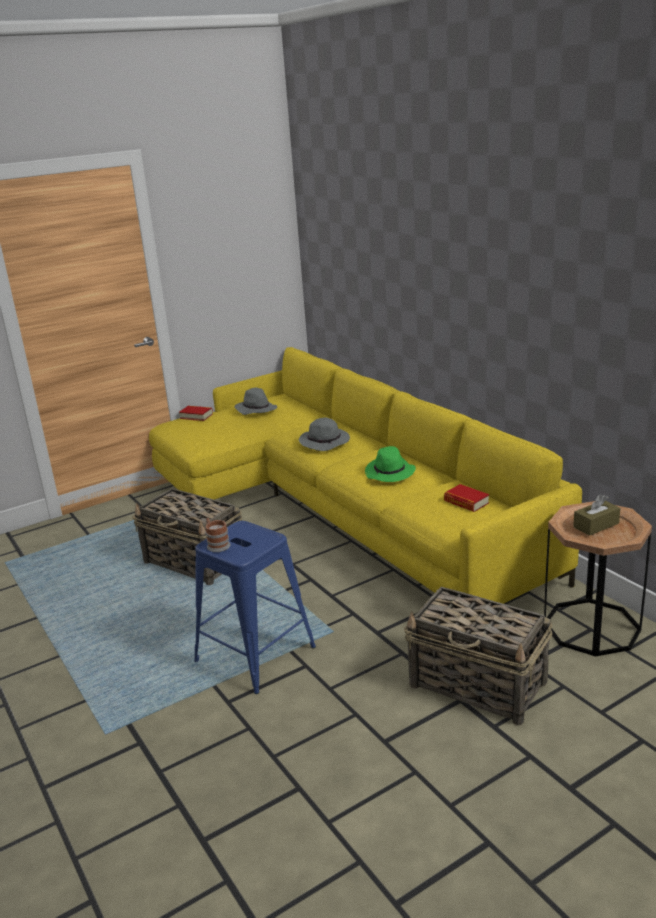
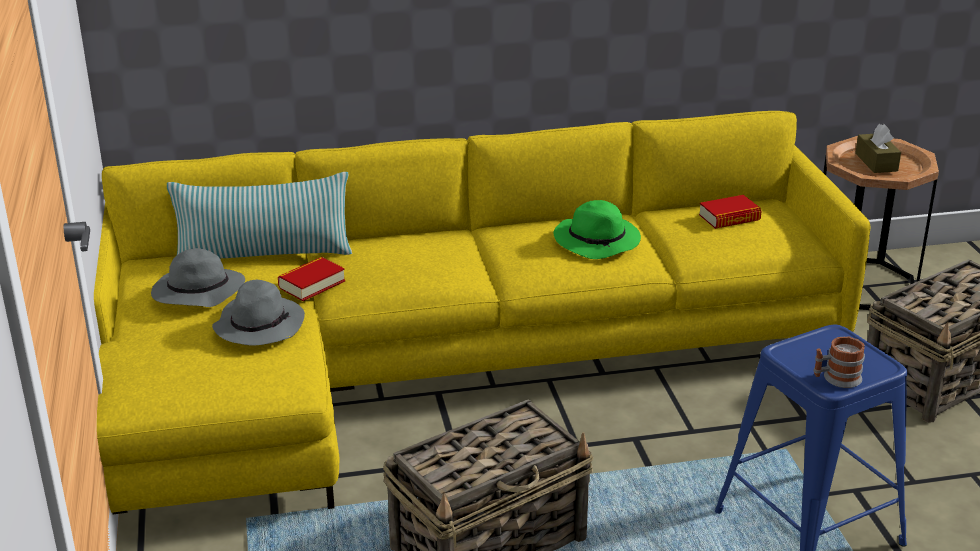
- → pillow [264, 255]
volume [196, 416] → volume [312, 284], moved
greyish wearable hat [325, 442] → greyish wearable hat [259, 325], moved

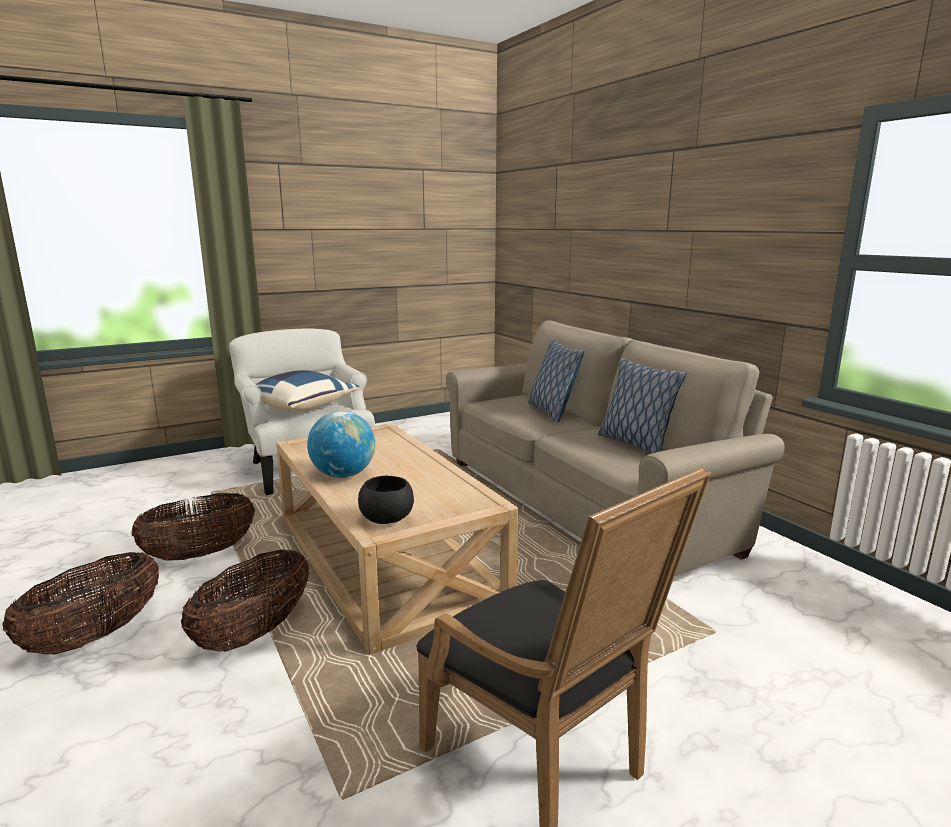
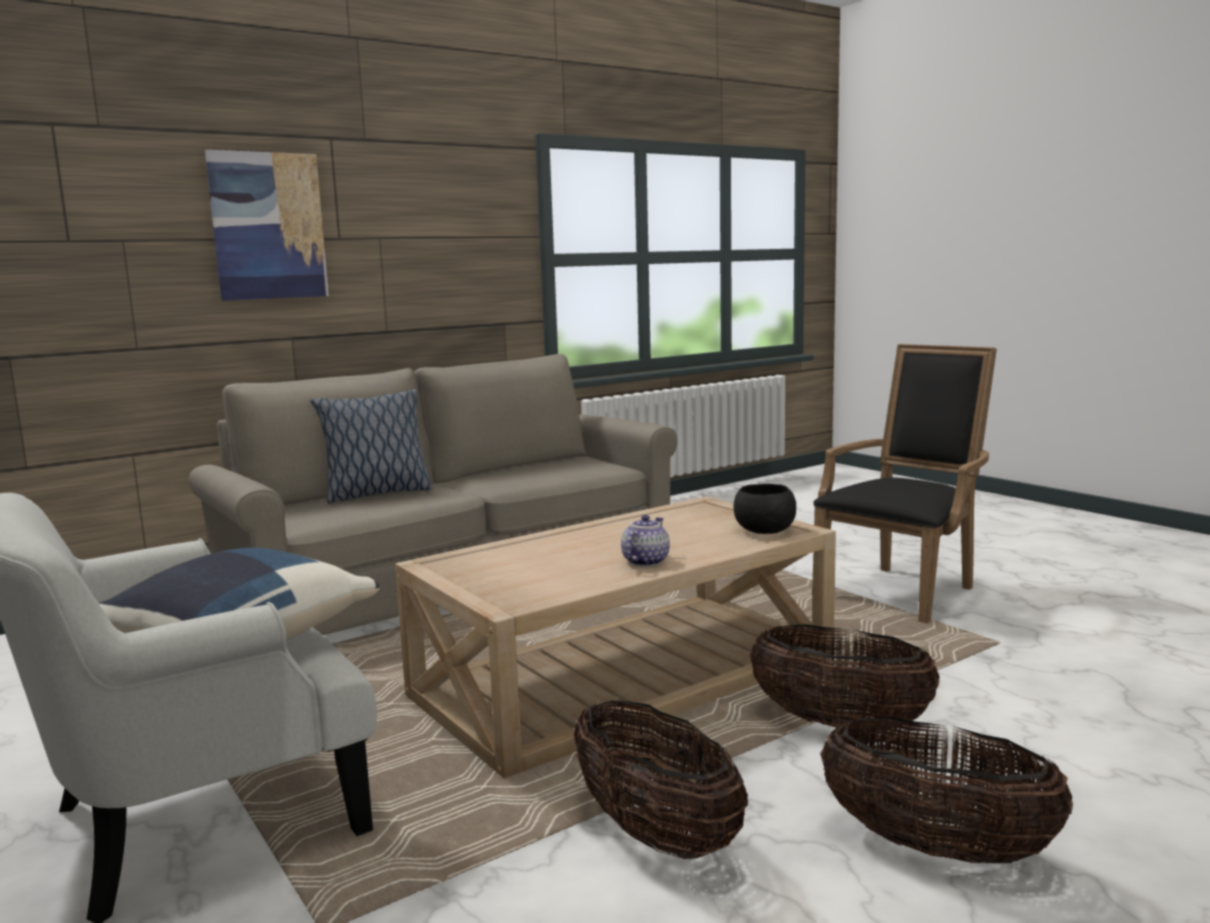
pillow [635, 443] → -
- → picture [268, 226]
globe [343, 475] → teapot [644, 561]

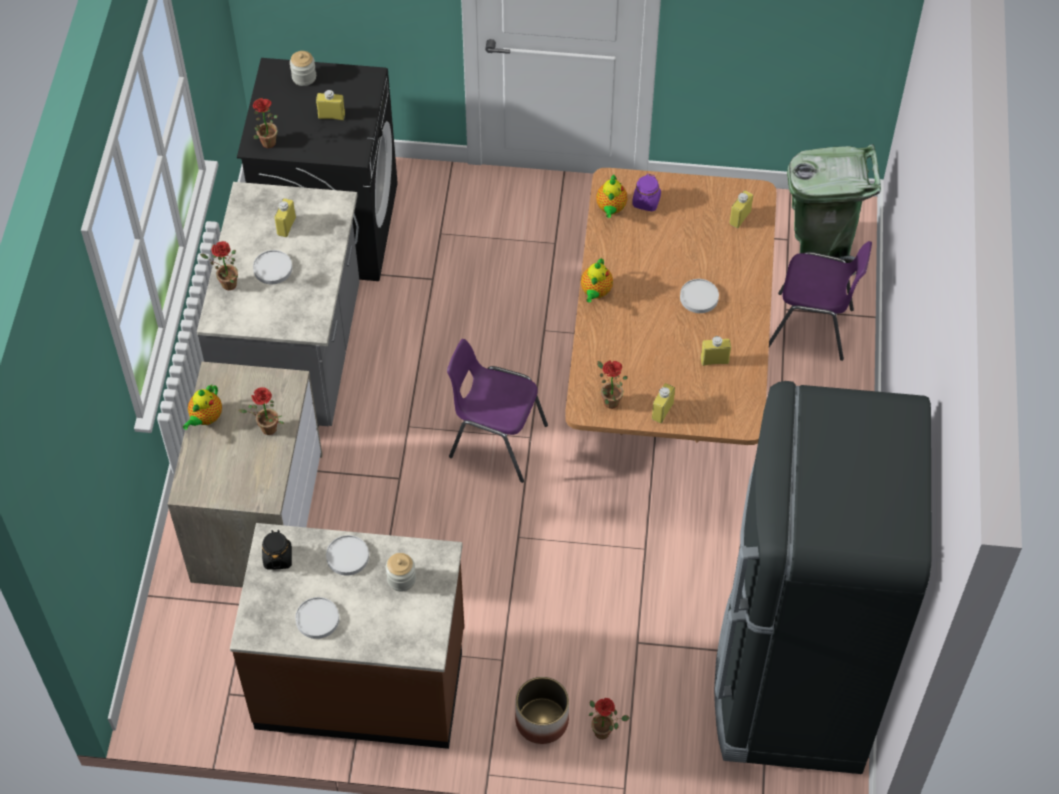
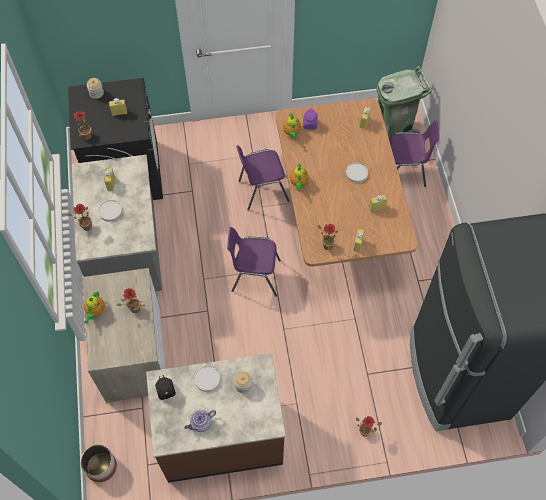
- → purple chair [262, 191]
plant pot [541, 720] → plant pot [101, 466], moved
white dinner plate [317, 619] → teapot [201, 424]

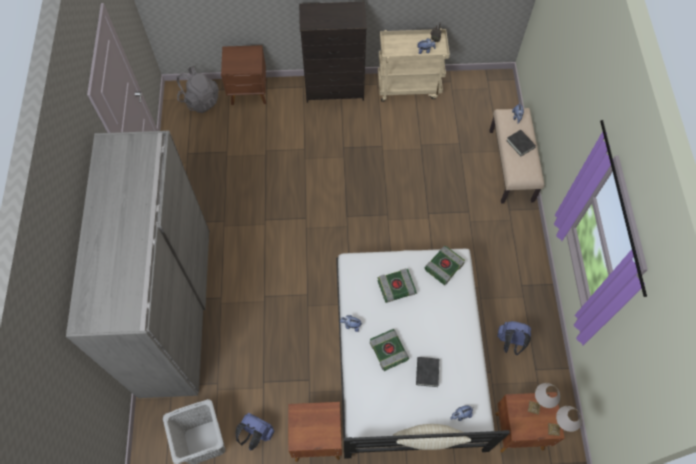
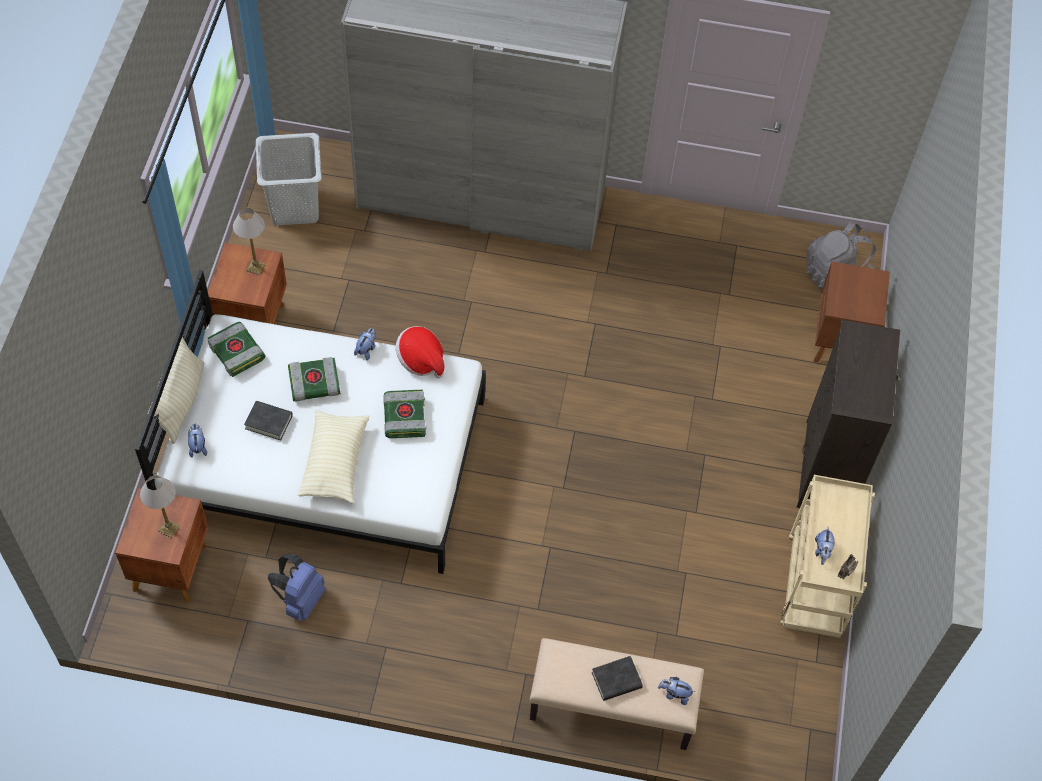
bluish backpack [256, 434] → -
- → beige-coloured pillow [334, 462]
- → wearable hat [421, 360]
volume [444, 266] → volume [238, 352], moved
tabletop lamp [554, 429] → tabletop lamp [256, 267], moved

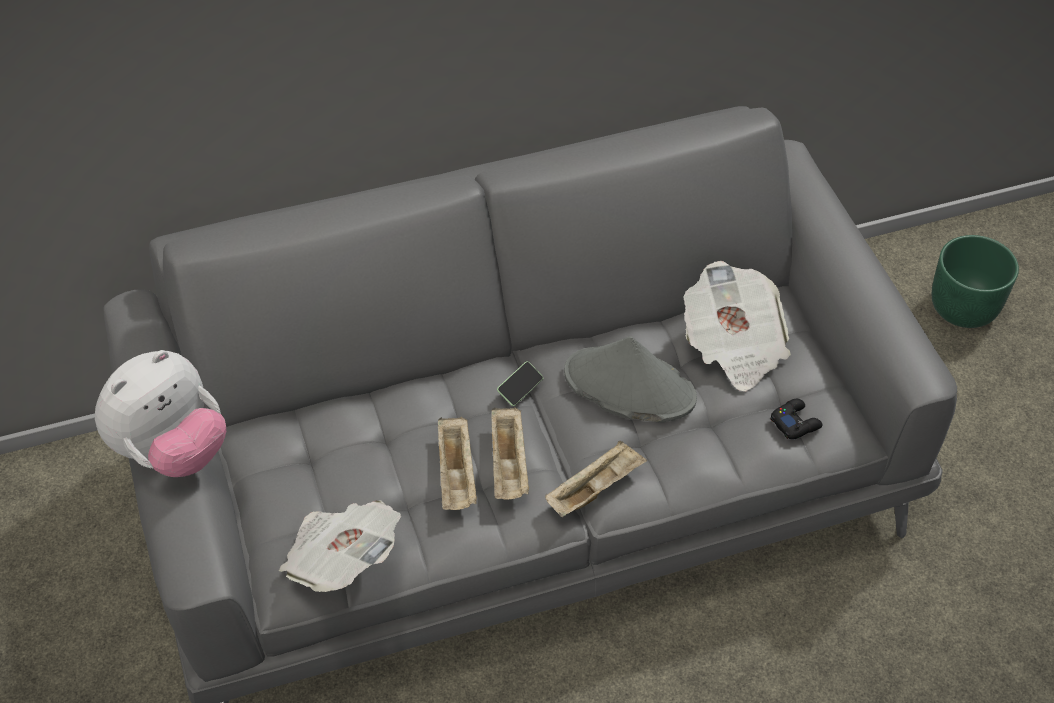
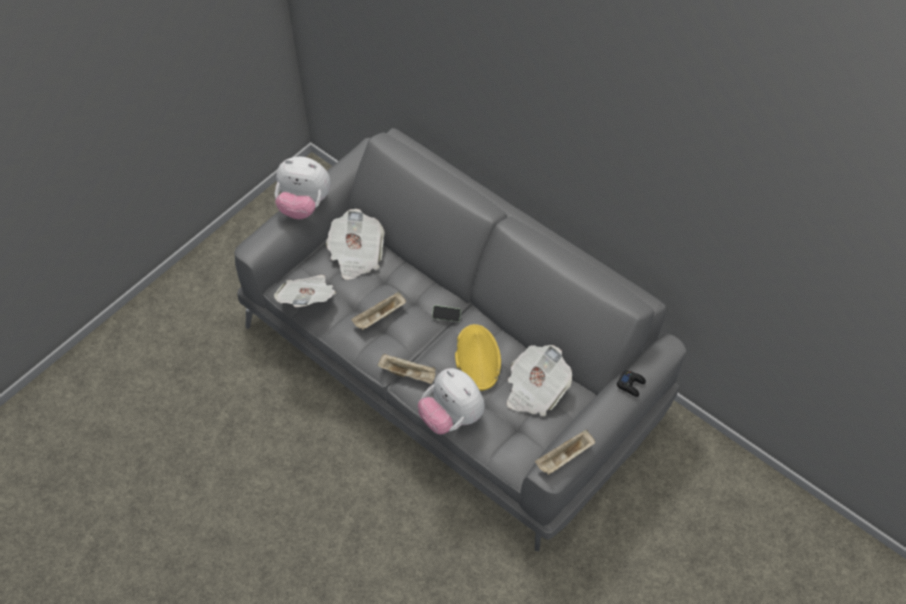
green-coloured plant pot [963, 307] → -
- → daily paper [356, 255]
- → soft toy [452, 417]
beige-coloured carrying tray [509, 465] → beige-coloured carrying tray [564, 458], moved
blackish gamepad [795, 422] → blackish gamepad [631, 384], moved
greyish wearable hat [628, 386] → yellow wearable hat [477, 358]

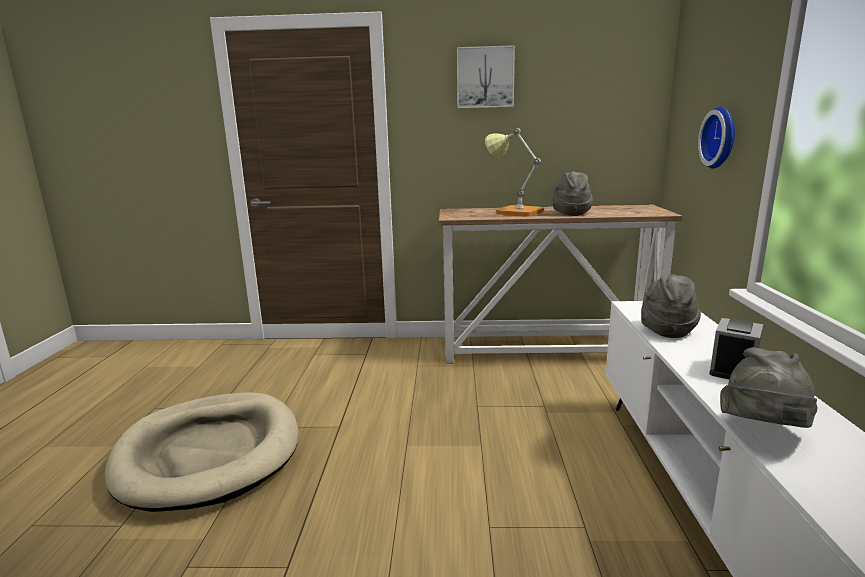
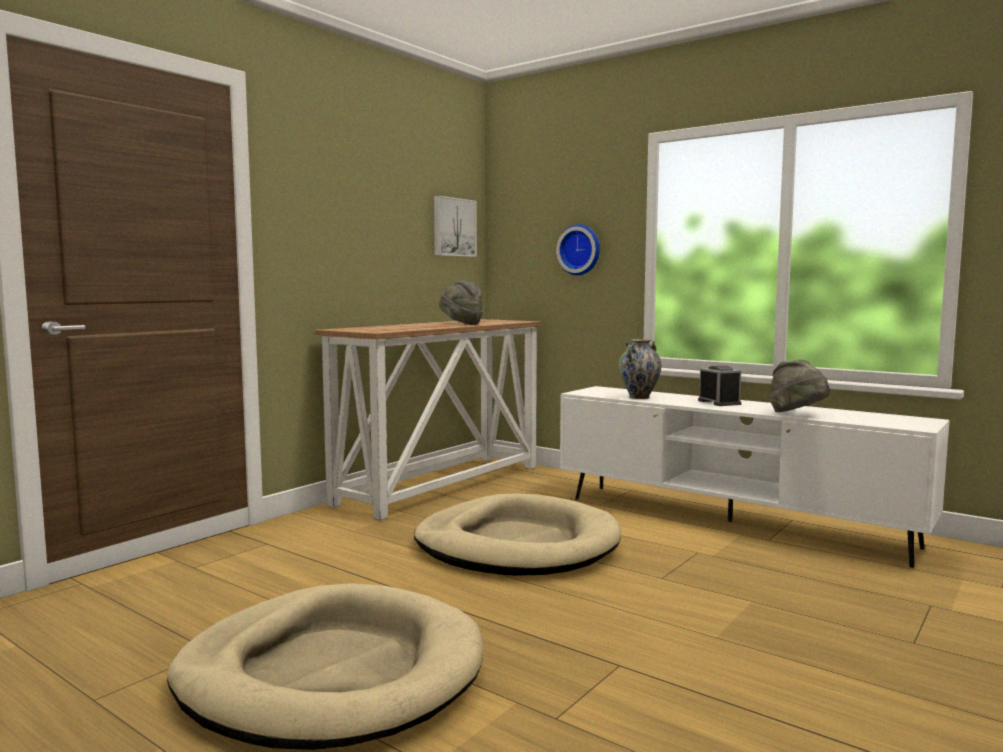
tabletop lamp [513, 212] → -
- → beige-coloured pet bed [517, 545]
picture [485, 78] → picture [453, 227], moved
greyish wearable hat [666, 330] → decorative vase [639, 397]

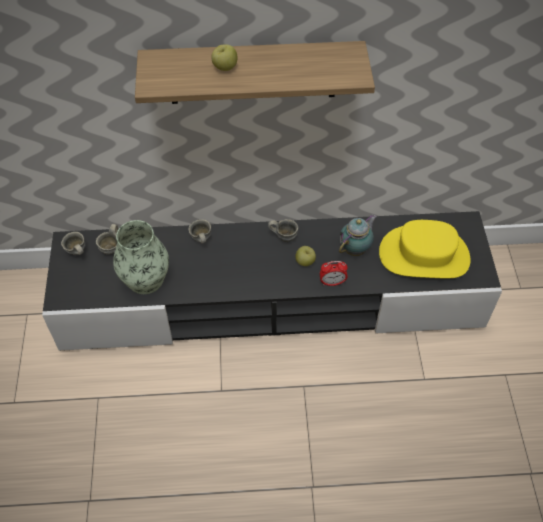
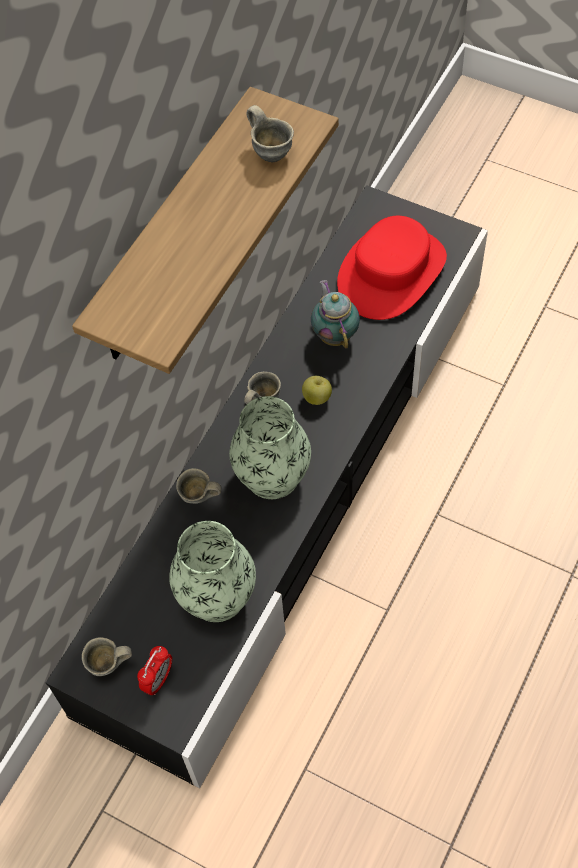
apple [225, 68] → -
- → decorative vase [272, 475]
greyish mug [112, 249] → greyish mug [271, 151], moved
alarm clock [332, 282] → alarm clock [158, 679], moved
yellow wearable hat [424, 255] → red-coloured wearable hat [391, 272]

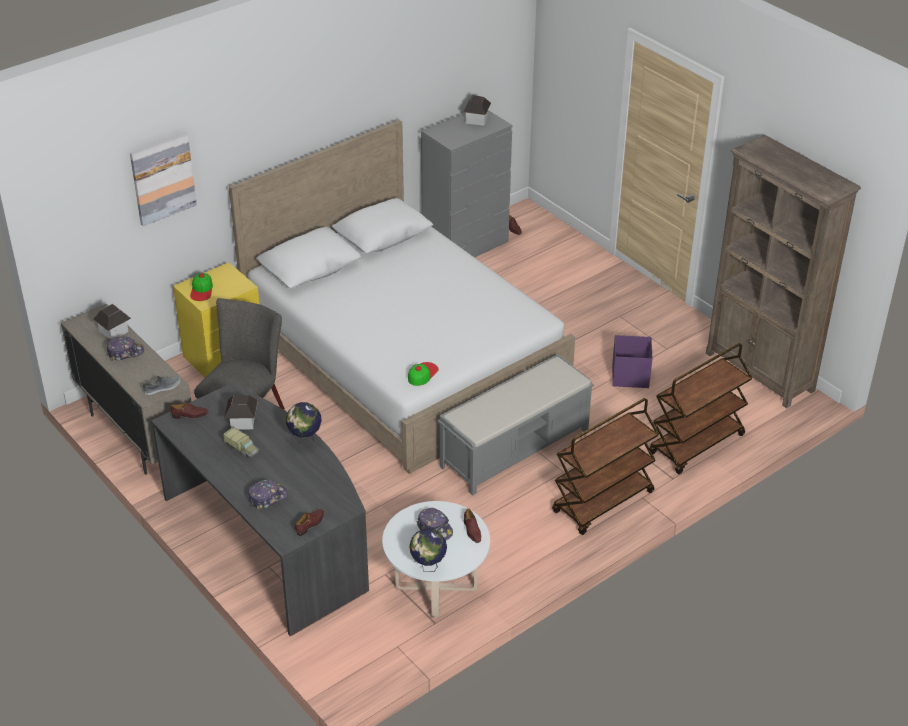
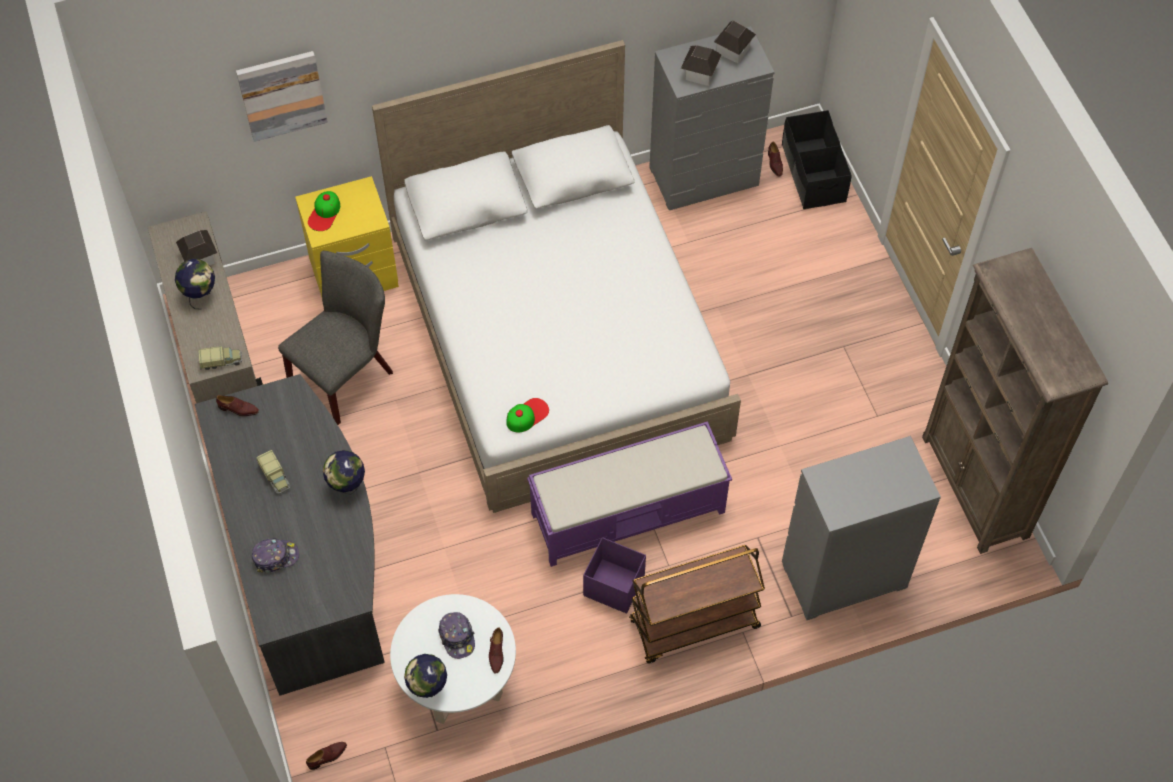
- → blackish storage container [813, 173]
miniature house [242, 421] → miniature house [700, 73], moved
brown low shoe [310, 524] → brown low shoe [327, 756], moved
purple storage container [629, 376] → purple storage container [613, 585], moved
peaked cap [125, 352] → globe [200, 295]
greyish low shoe [162, 387] → model truck [221, 361]
brown trolley [696, 445] → greyish chest of drawers [843, 575]
greyish long seat [516, 447] → purple long seat [629, 512]

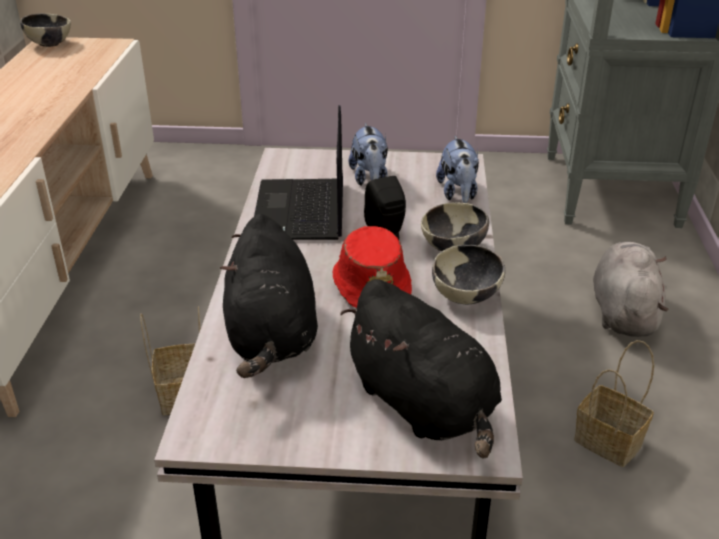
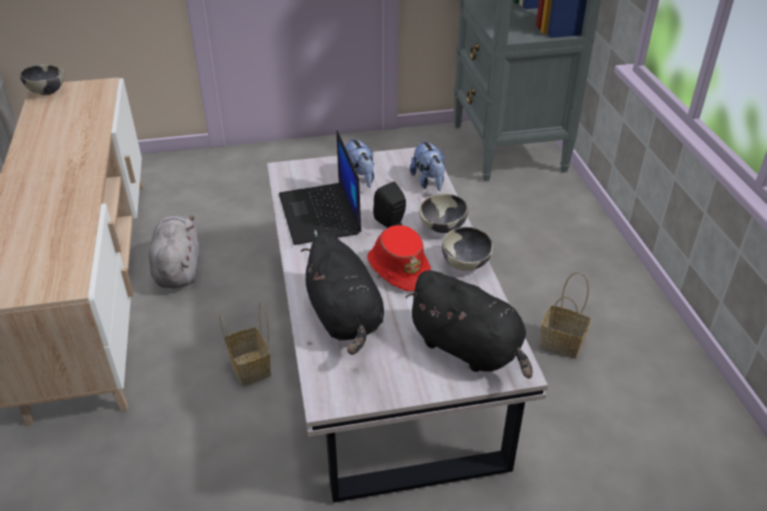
greyish soft toy [623, 312] → greyish soft toy [178, 268], moved

